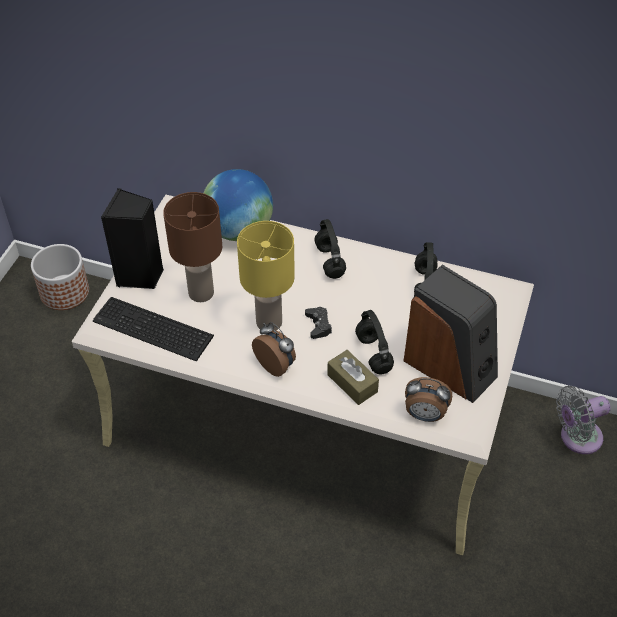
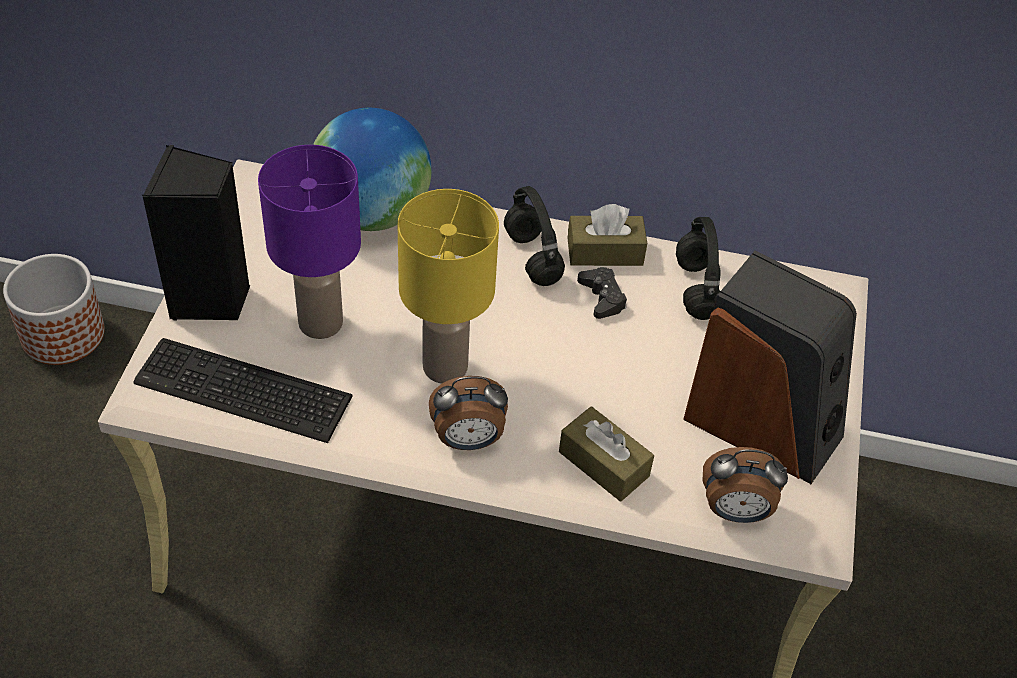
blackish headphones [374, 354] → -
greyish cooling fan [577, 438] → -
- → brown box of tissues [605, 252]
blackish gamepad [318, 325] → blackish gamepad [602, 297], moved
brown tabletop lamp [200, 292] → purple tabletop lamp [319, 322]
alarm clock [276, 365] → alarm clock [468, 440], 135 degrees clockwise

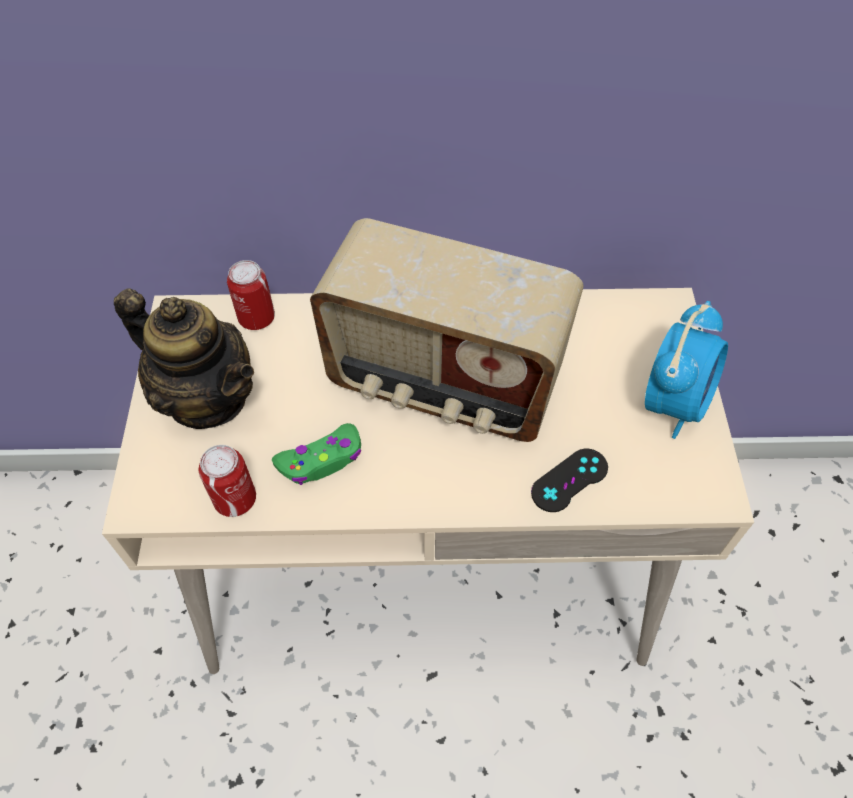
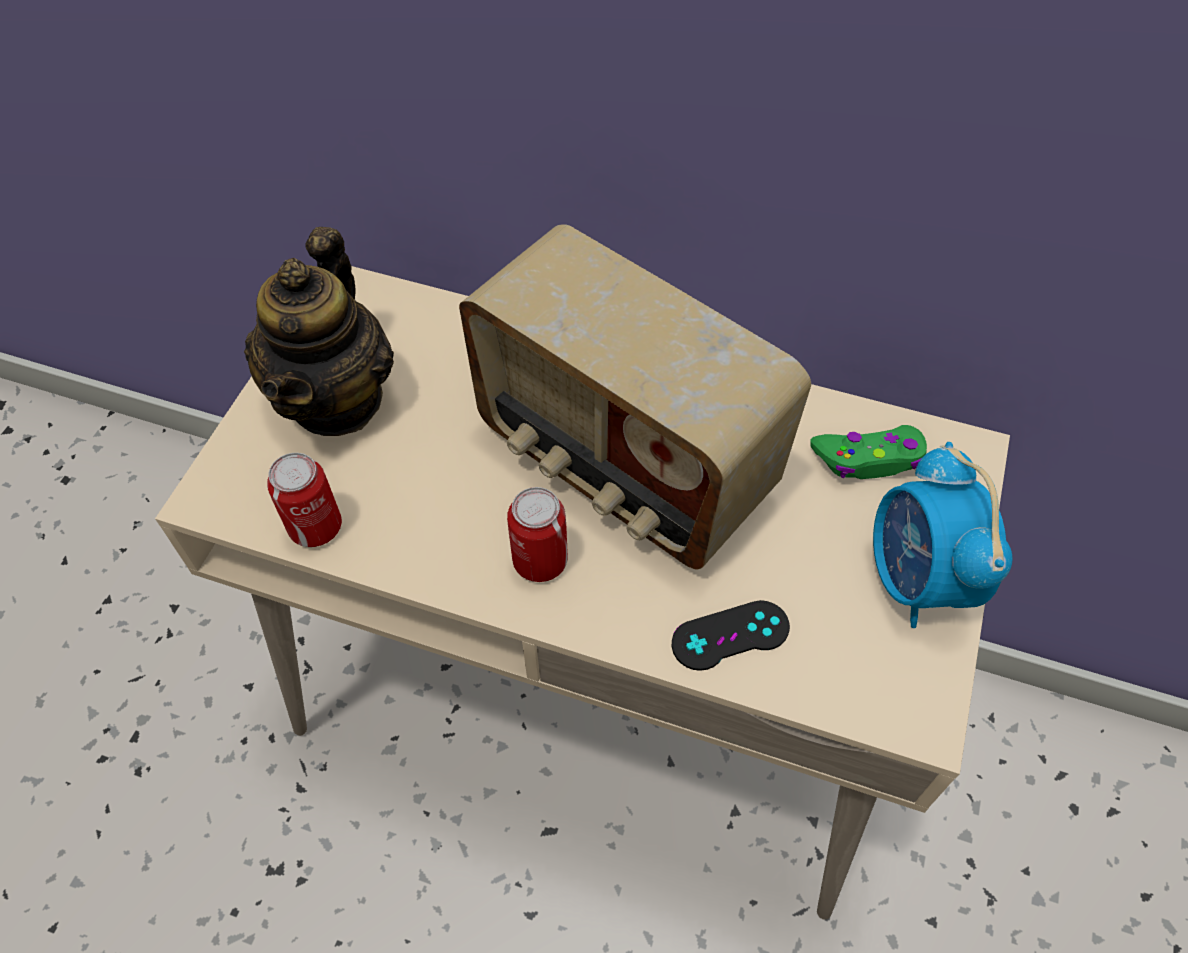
can [256, 318] → can [540, 560], moved
green-coloured gamepad [322, 460] → green-coloured gamepad [869, 459], moved
teapot [208, 398] → teapot [336, 398], 45 degrees clockwise
alarm clock [674, 402] → alarm clock [916, 579], 120 degrees clockwise

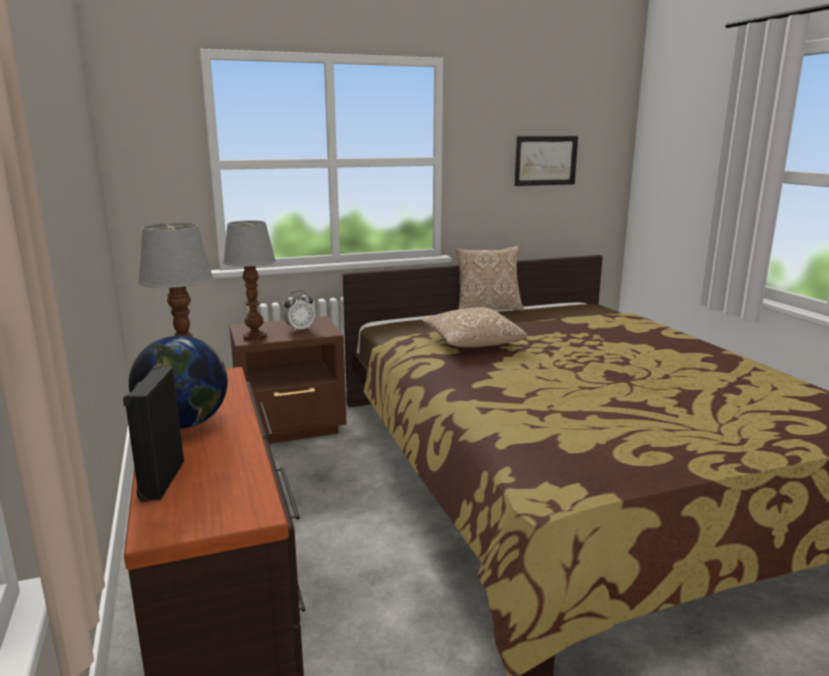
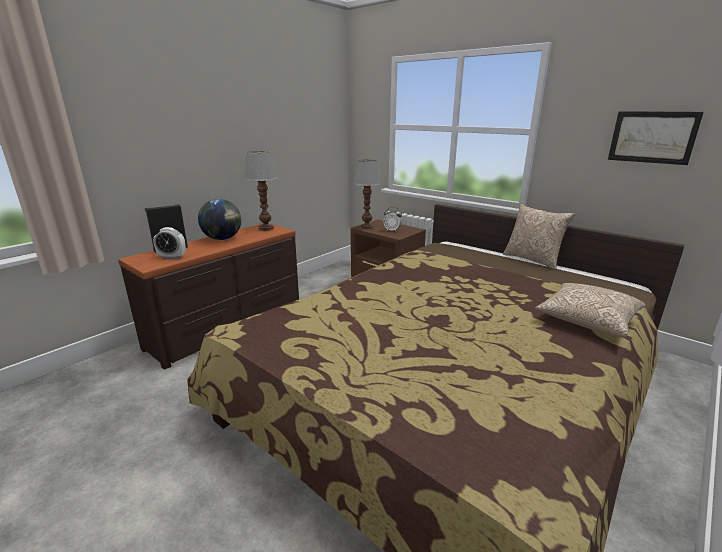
- → alarm clock [172, 257]
pillow [472, 343] → pillow [587, 321], moved

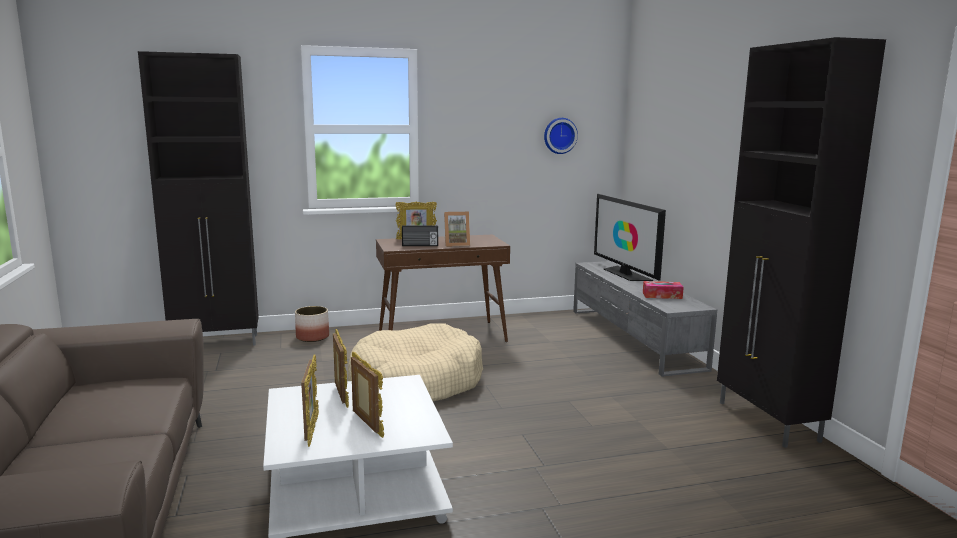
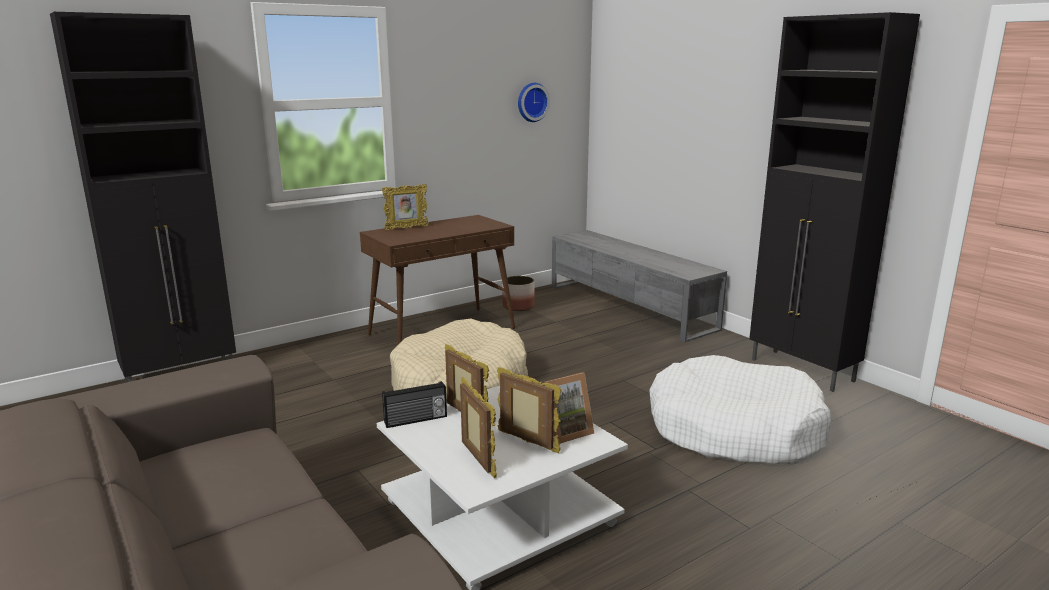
TV [625, 274] → -
box of tissues [662, 295] → -
- → white pet bed [734, 430]
plant pot [313, 337] → plant pot [518, 306], moved
radio receiver [420, 245] → radio receiver [416, 420], moved
standing frame [456, 244] → standing frame [565, 432], moved

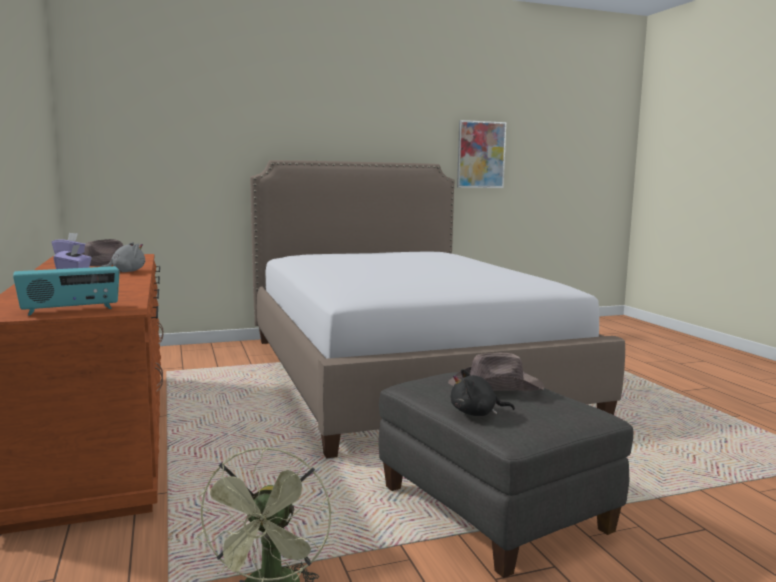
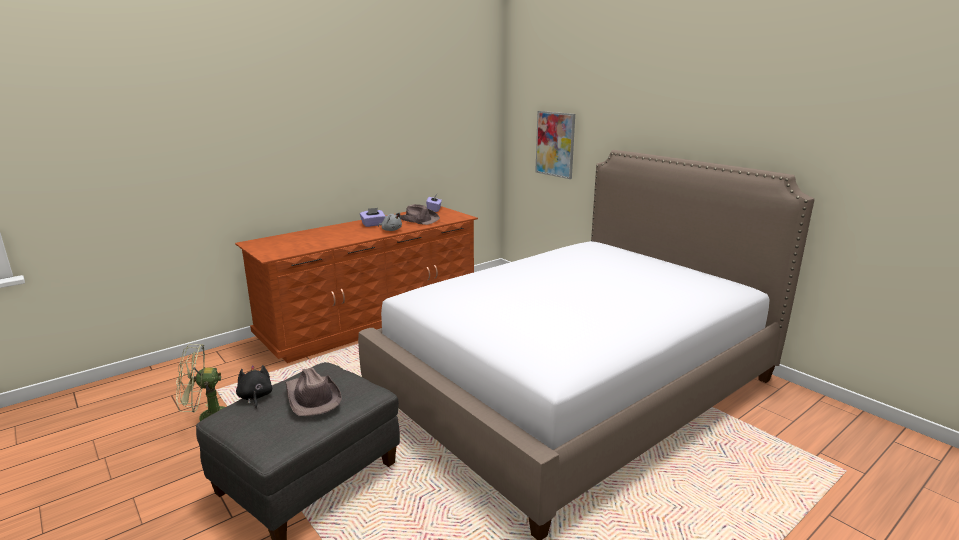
radio receiver [70, 310] → -
picture [481, 154] → picture [555, 144], moved

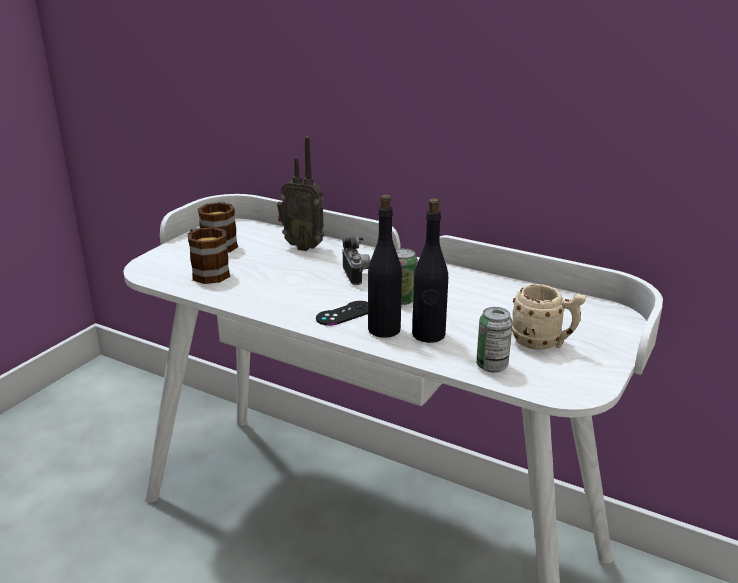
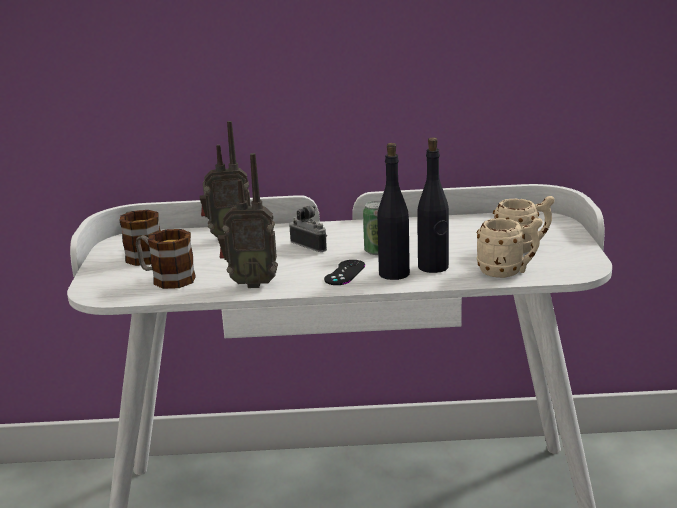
- → radio receiver [251, 283]
can [492, 366] → beige-coloured mug [508, 272]

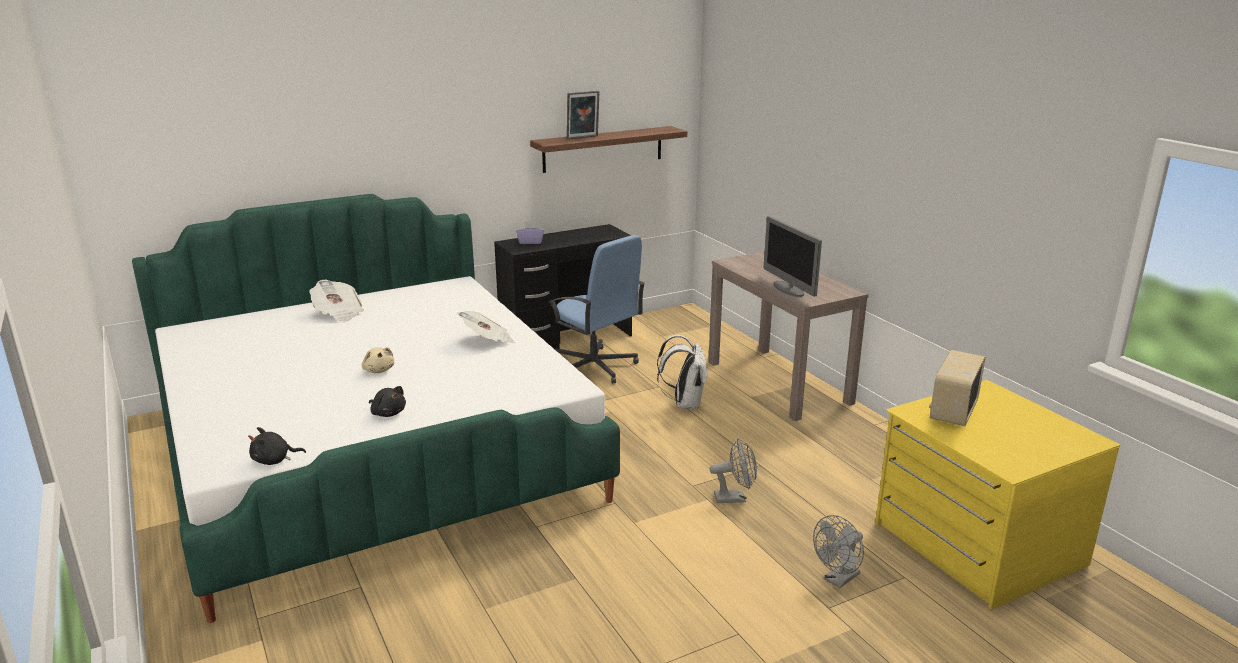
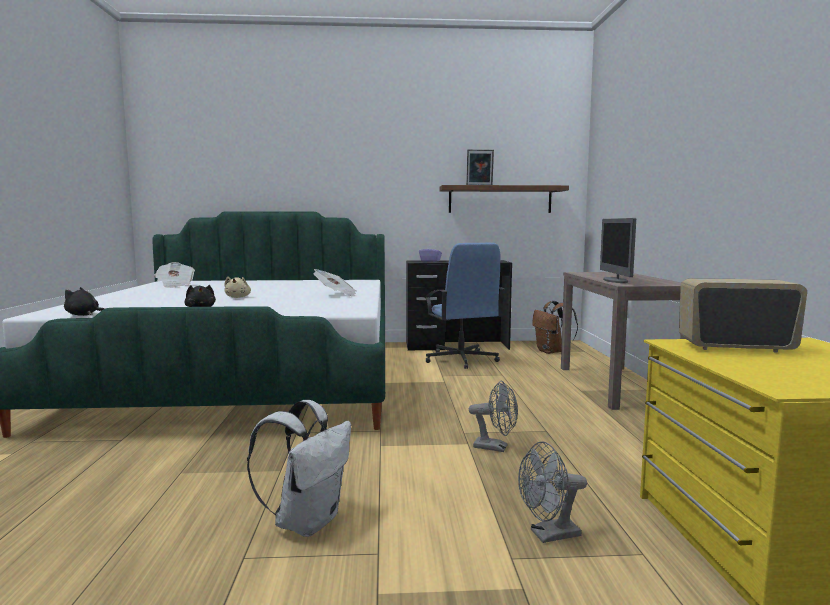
- → brown backpack [551, 352]
daily paper [338, 313] → daily paper [175, 285], moved
white backpack [684, 404] → white backpack [307, 521], moved
radio receiver [952, 411] → radio receiver [735, 347], 45 degrees clockwise

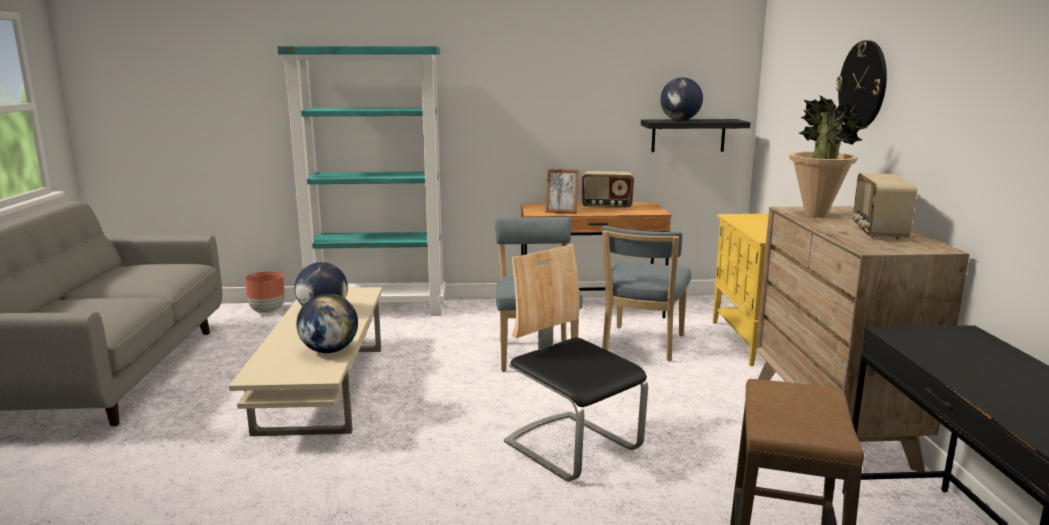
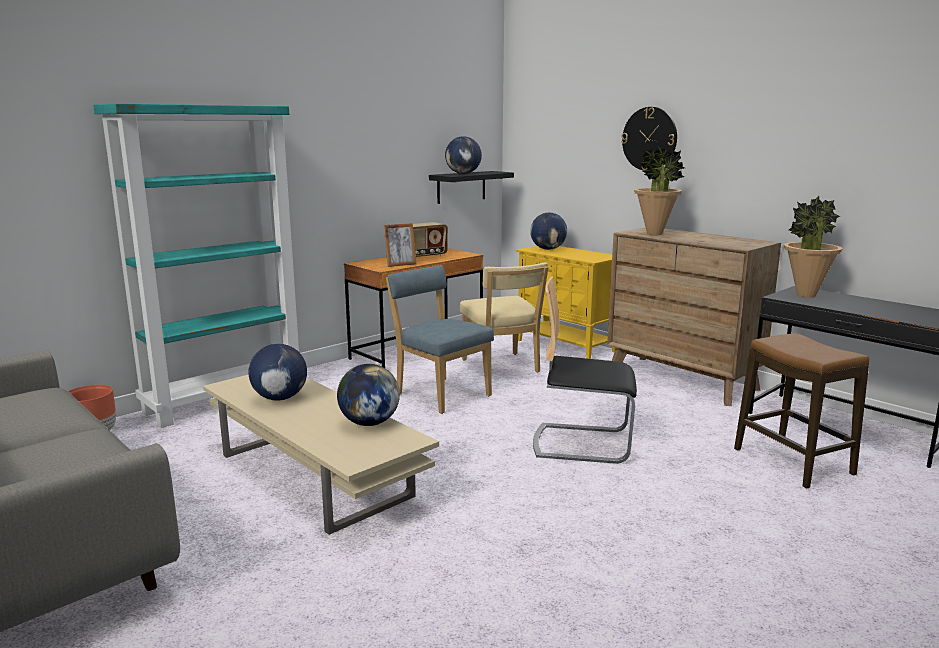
radio receiver [877, 232] → -
- → globe [548, 249]
- → houseplant [806, 295]
bluish chair [642, 345] → beige-coloured chair [502, 367]

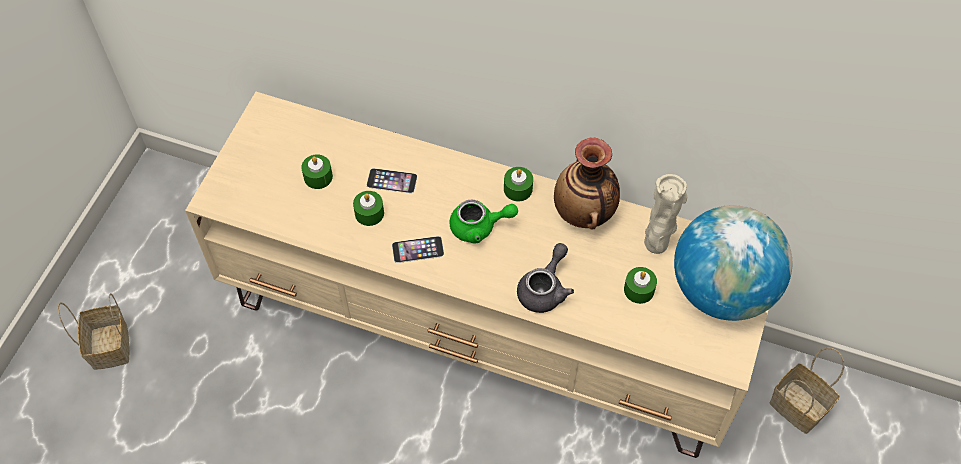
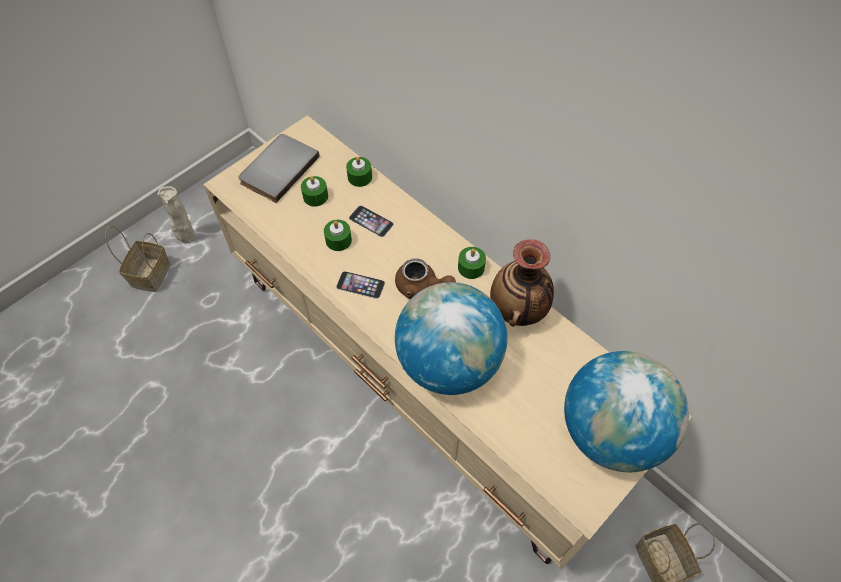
- → greyish volume [277, 169]
green-coloured candle [639, 290] → green-coloured candle [360, 177], moved
beige-coloured decorative vase [656, 245] → beige-coloured decorative vase [187, 237], moved
greyish teapot [545, 289] → globe [448, 362]
green-coloured teapot [479, 227] → brown teapot [421, 286]

